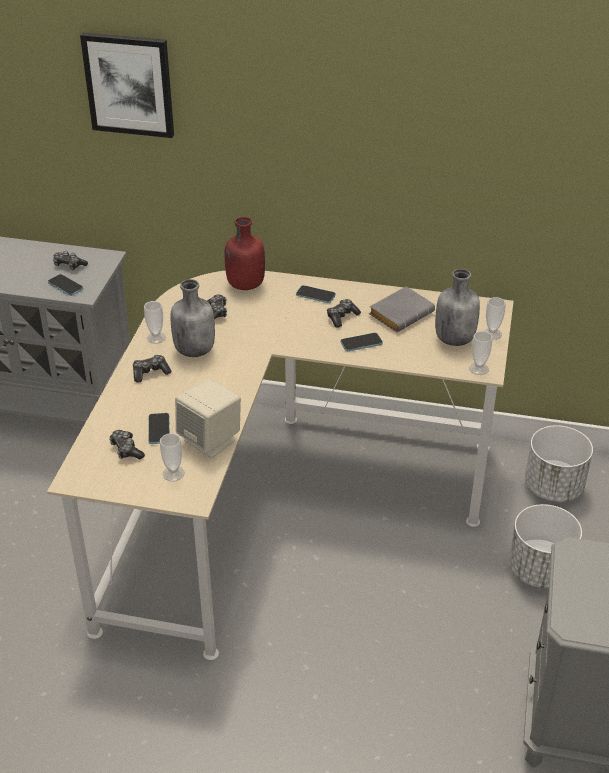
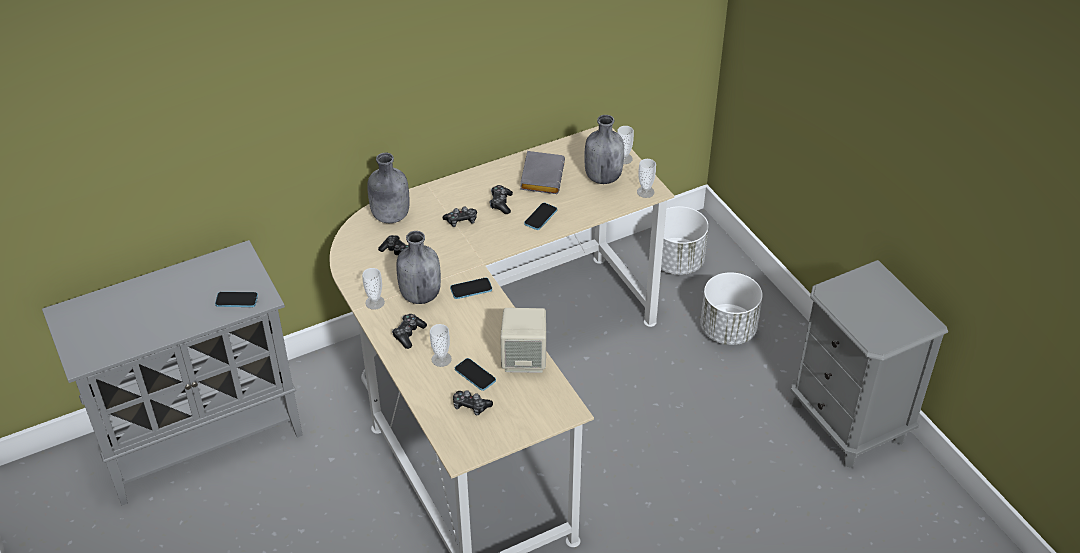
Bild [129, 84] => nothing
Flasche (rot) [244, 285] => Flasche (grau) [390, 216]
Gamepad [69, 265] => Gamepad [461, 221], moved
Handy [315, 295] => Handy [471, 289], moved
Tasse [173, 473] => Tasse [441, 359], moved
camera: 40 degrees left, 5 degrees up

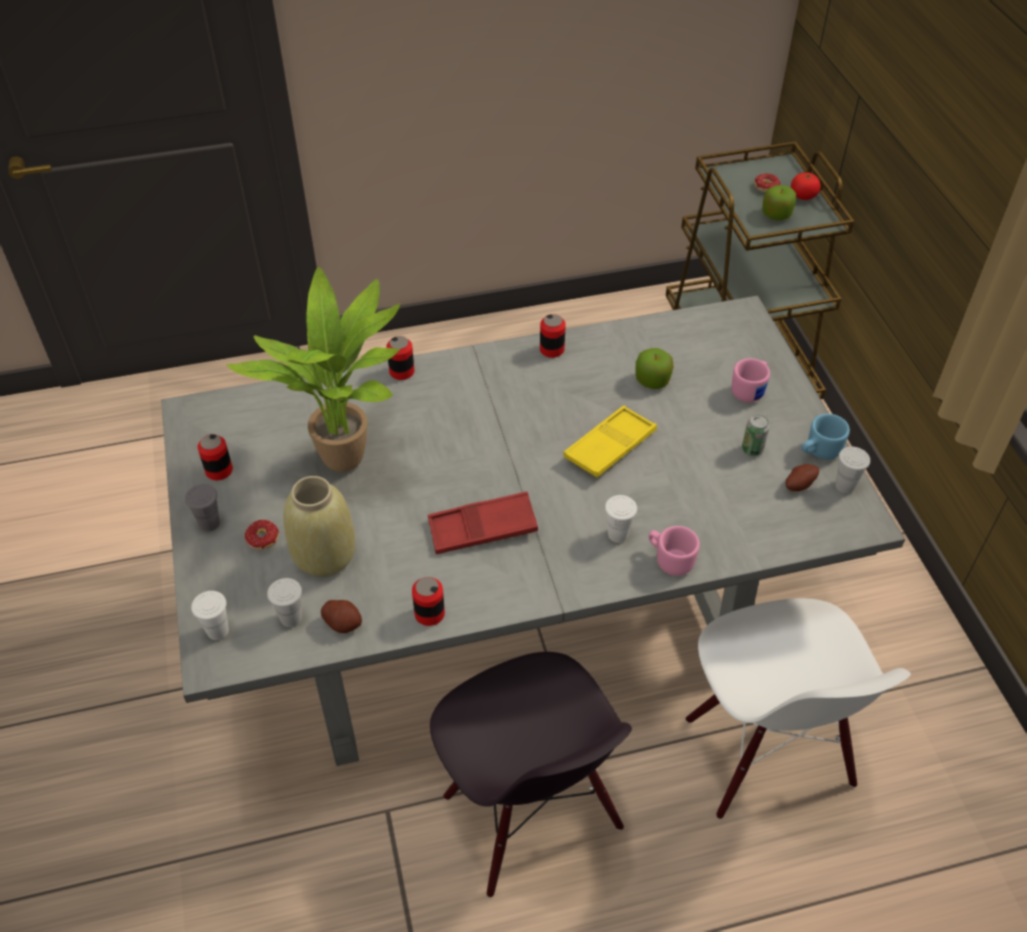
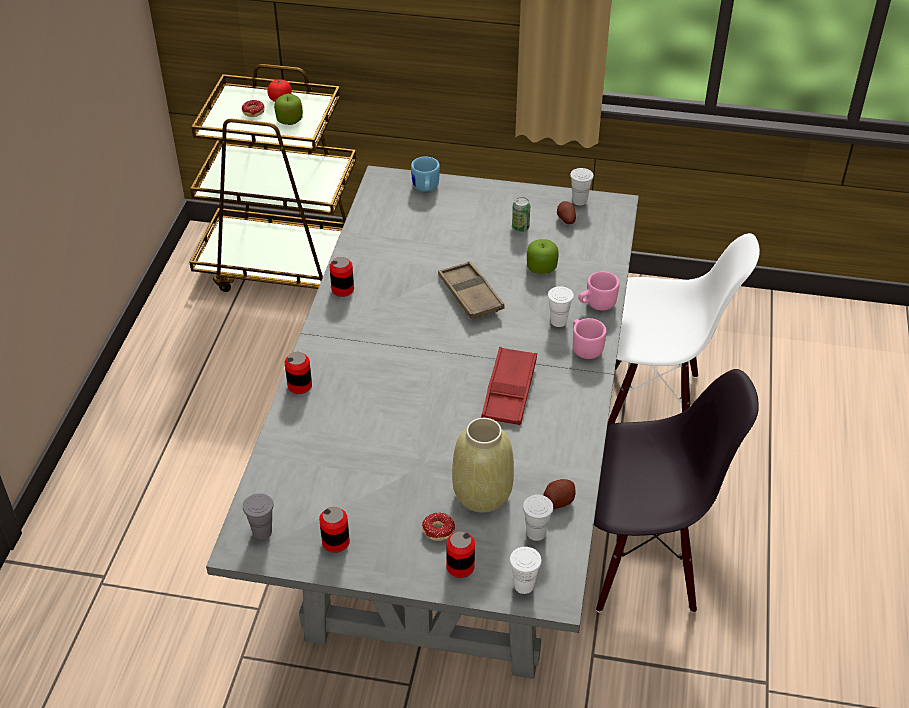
Topfpflanze [350, 462] => nothing
Apfel [652, 380] => Apfel [541, 268], moved
Henkelbecher (rosa) [750, 390] => Henkelbecher (rosa) [585, 347], moved
Tablett (gelb) [610, 446] => Tablett (braun) [470, 295]
Henkelbecher (blau) [818, 451] => Henkelbecher (blau) [425, 188], moved
Tasse (grau) [209, 523] => Tasse (grau) [262, 531], moved
Dose [429, 614] => Dose [460, 567], moved
camera: 65 degrees left, 5 degrees down

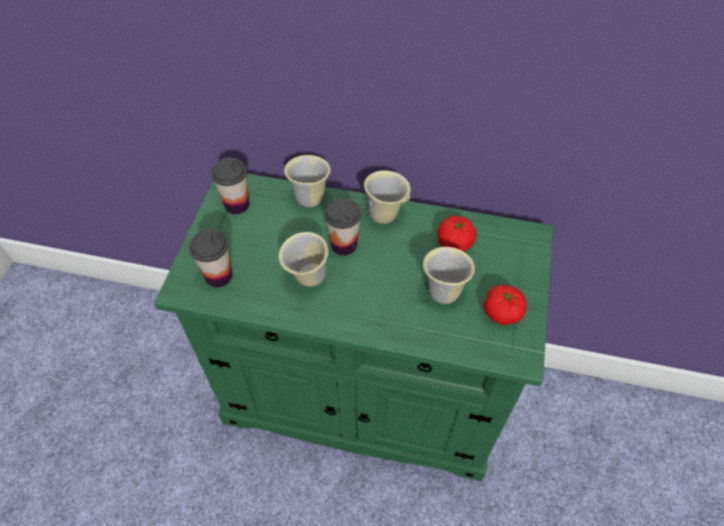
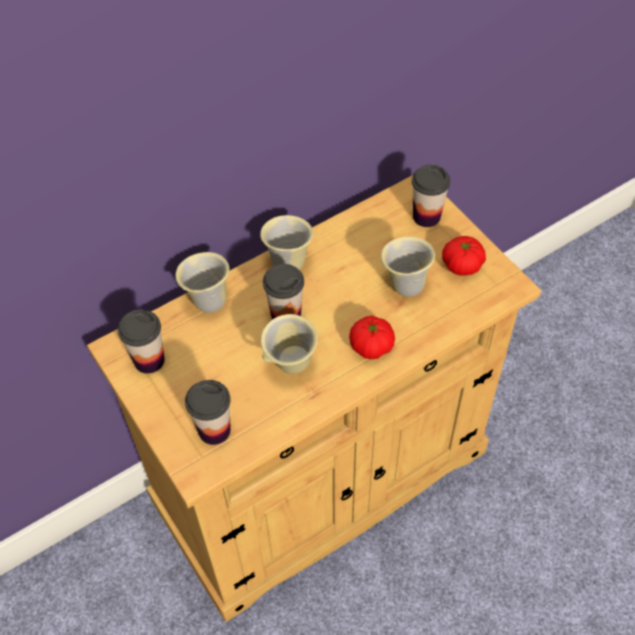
Schrank (grün) [362, 395] => Schrank (beige) [321, 477]
Tomate [454, 242] => Tomate [371, 346], moved
nothing => Tasse [426, 216]
camera: 45 degrees left, 0 degrees up

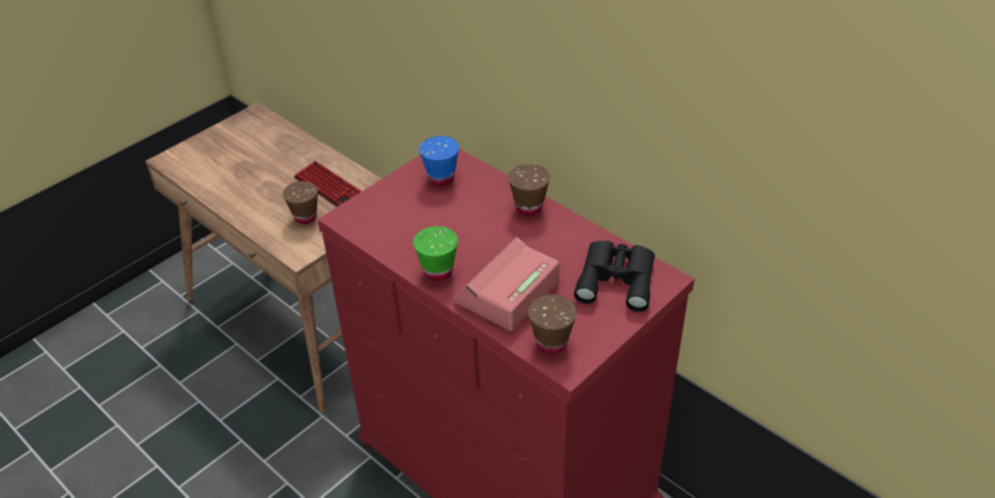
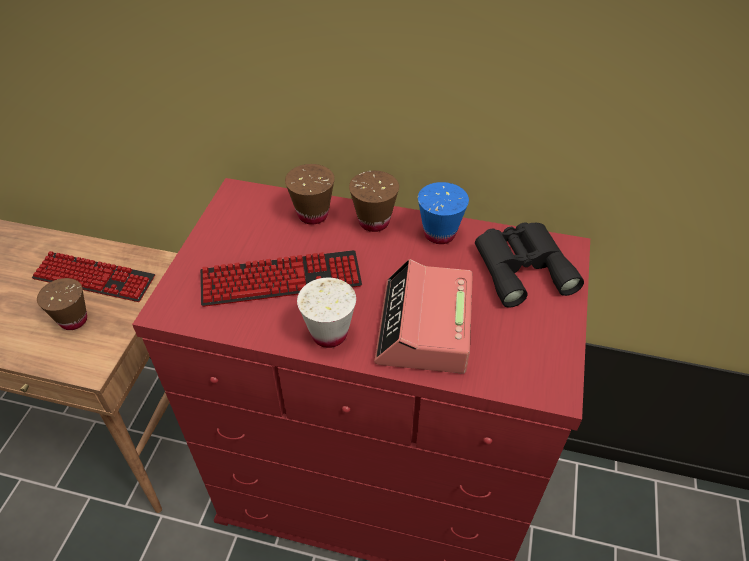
Tasse (blau) [441, 178] => Tasse (blau) [439, 234], moved
Tasse (grün) [438, 272] => Tasse (weiß) [329, 334]
Tasse (braun) [551, 343] => Tasse (braun) [313, 215], moved
nothing => Tastatur [281, 280]
camera: 30 degrees left, 5 degrees up

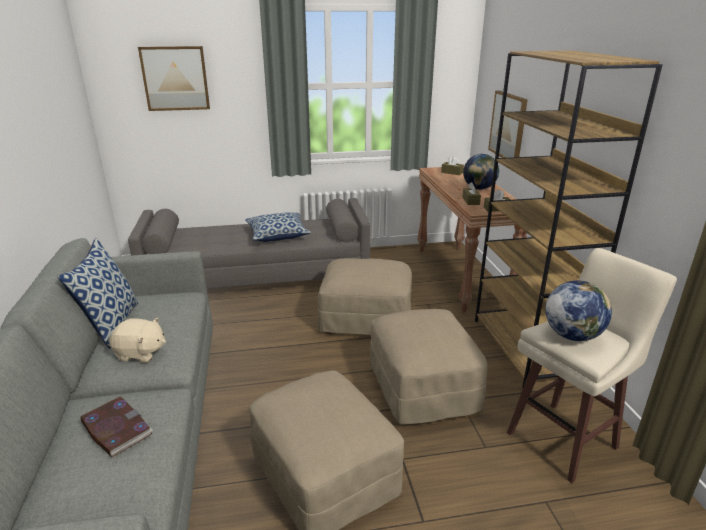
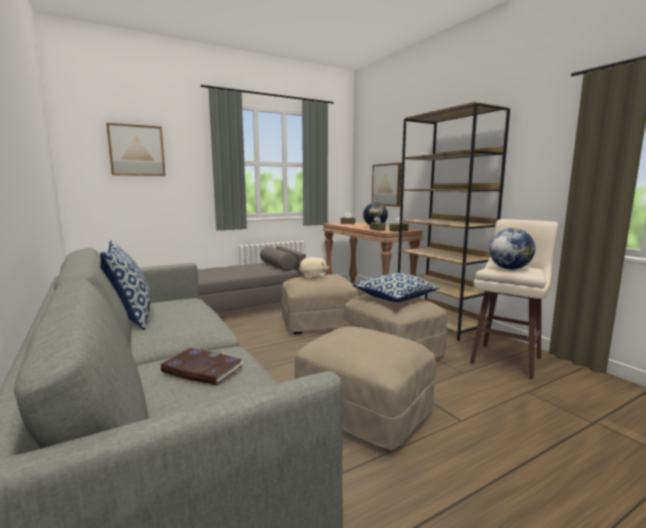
Kissen [278, 235] => Kissen [395, 297], moved
Plüschtier (beige) [141, 353] => Plüschtier (beige) [313, 277], moved
camera: 20 degrees left, 15 degrees down

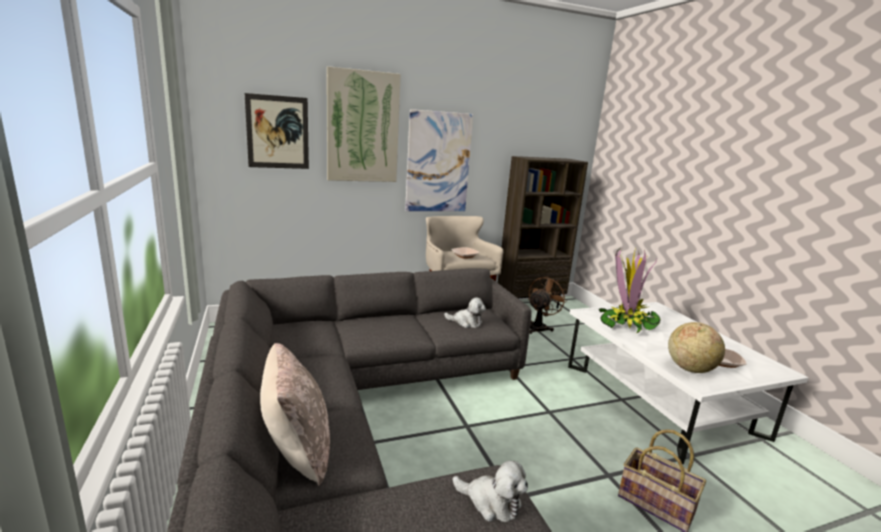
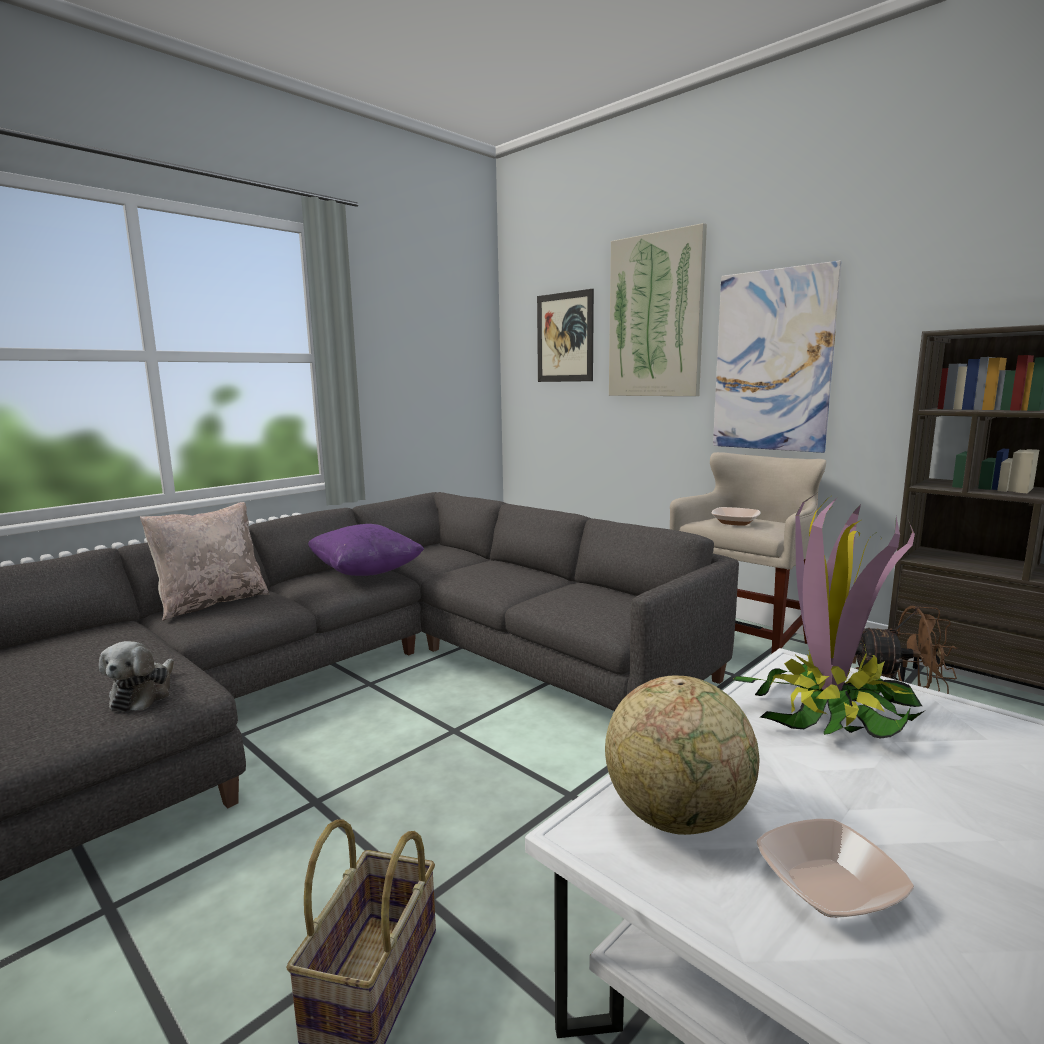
Plüschtier [466, 322] => nothing
nothing => Kissen (lila) [366, 572]
camera: 65 degrees right, 5 degrees down

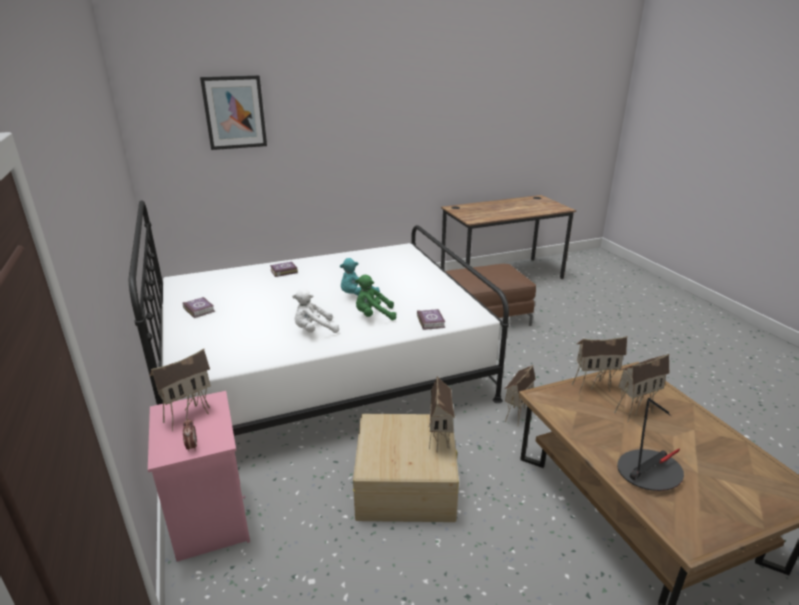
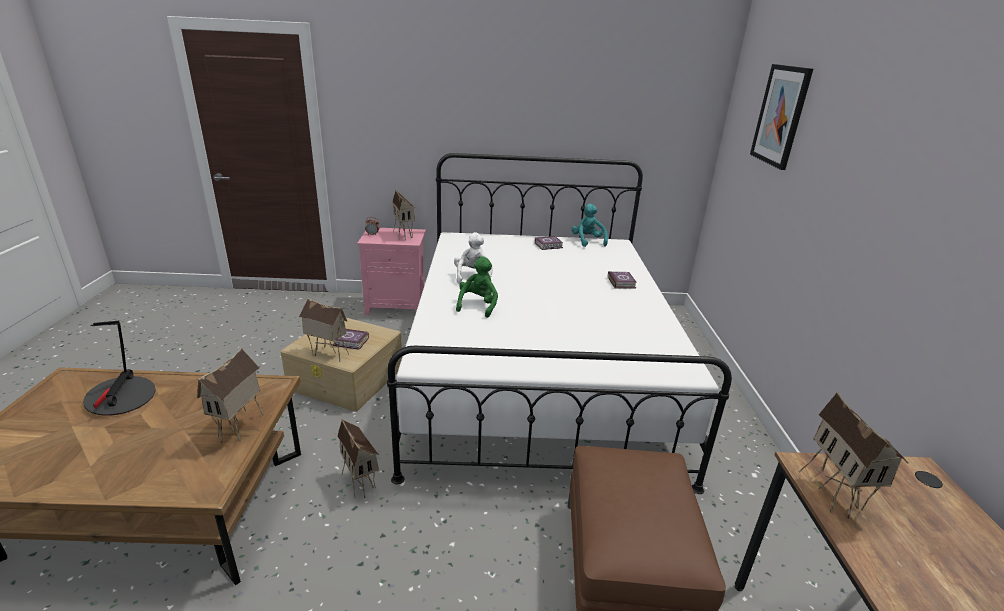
Plüschtier (türkis) [357, 295] => Plüschtier (türkis) [587, 241], moved
Buch [431, 321] => Buch [351, 342], moved
Spielzeughaus [633, 410] => Spielzeughaus [834, 494], moved
camera: 110 degrees right, 0 degrees up

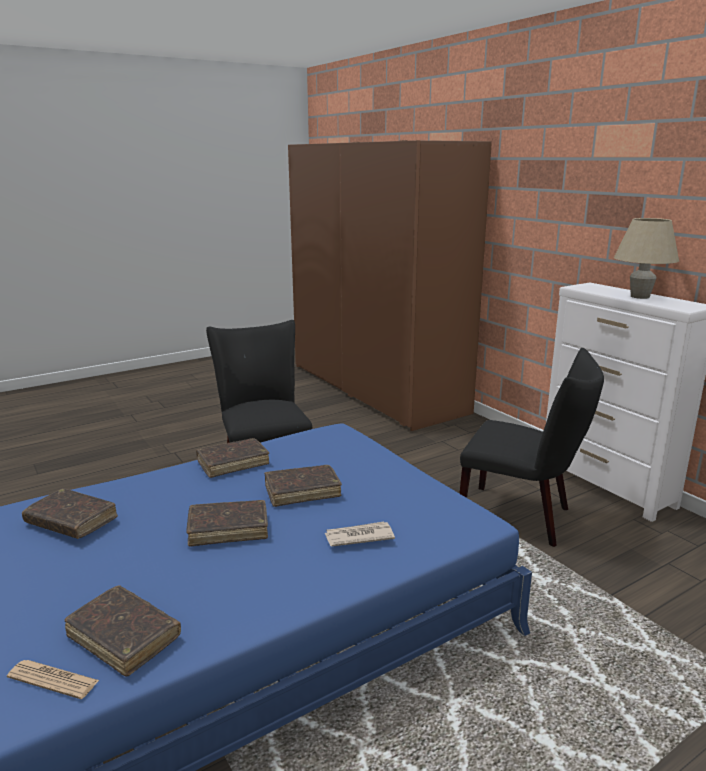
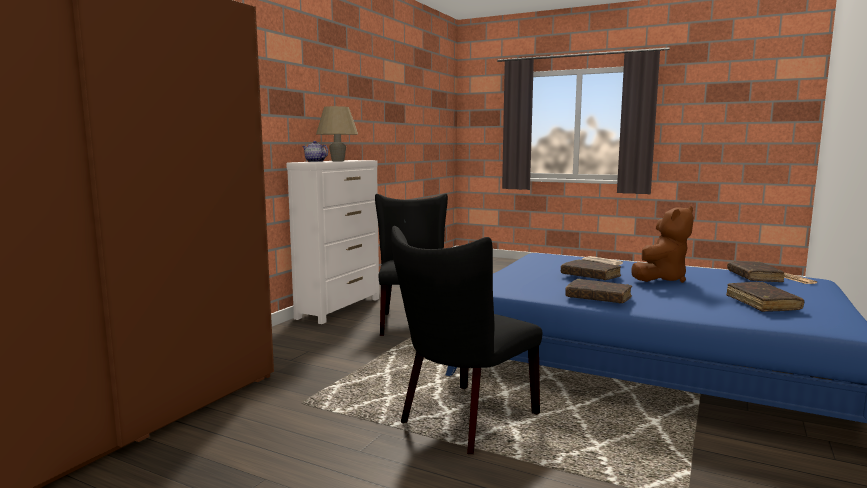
Buch (braun) [228, 529] => Plüschtier (braun) [661, 279]
nothing => Teekanne [314, 161]
camera: 120 degrees left, 10 degrees down

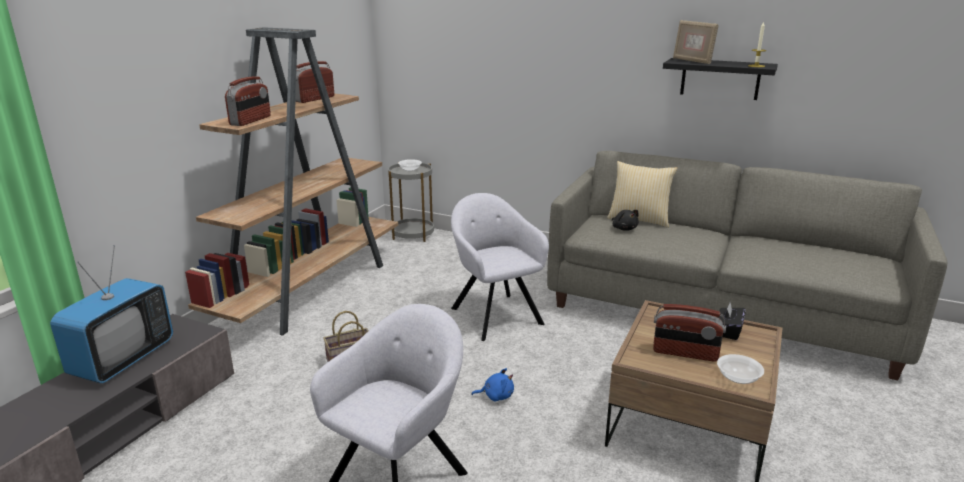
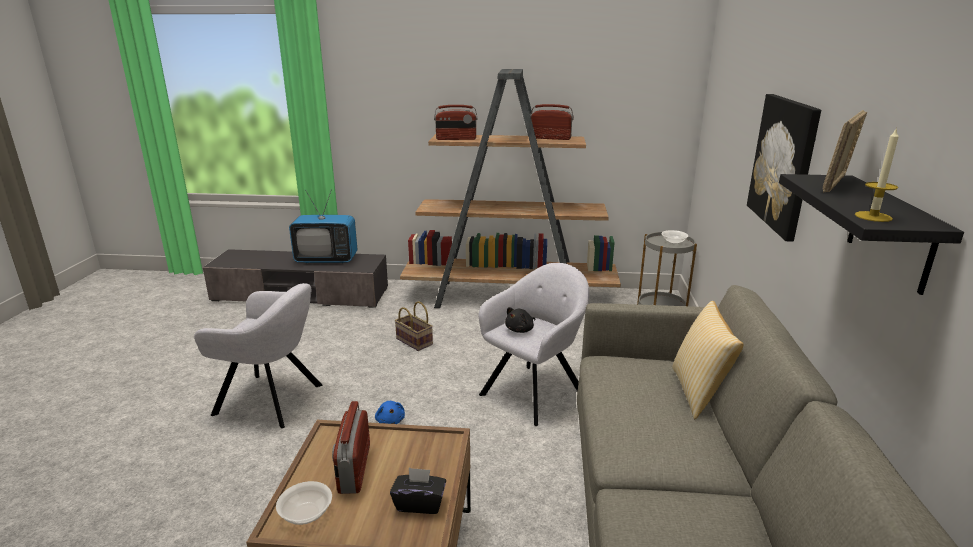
Plüschtier (schwarz) [624, 228] => Plüschtier (schwarz) [520, 330], moved
nothing => Bild [783, 163]
camera: 70 degrees right, 0 degrees up

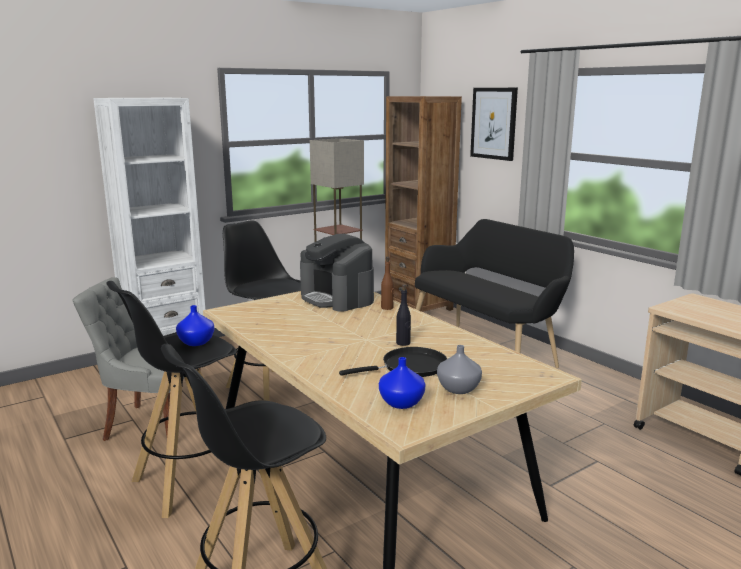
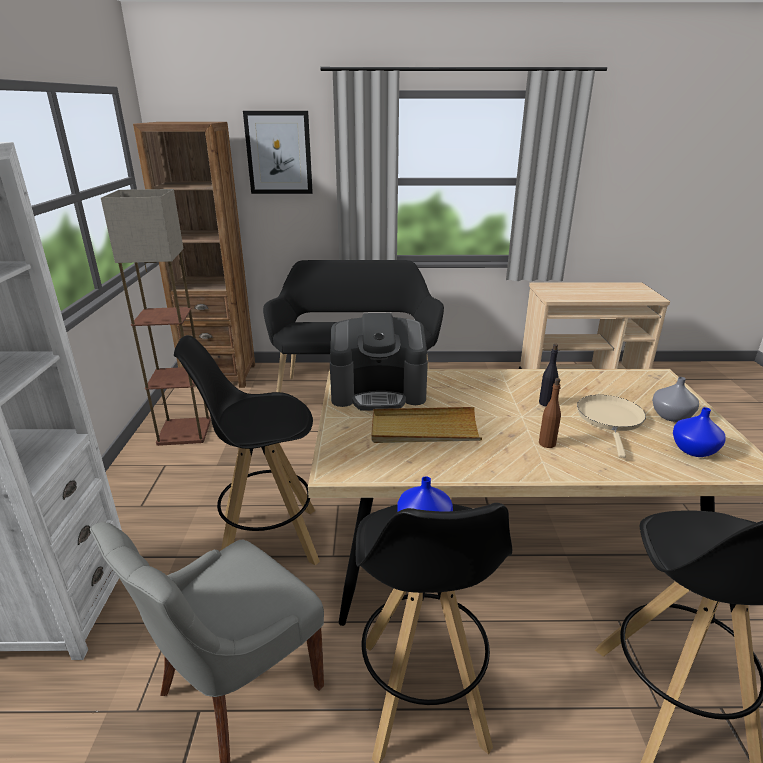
Flasche (braun) [387, 308] => Flasche (braun) [547, 443], moved
Pfanne (schwarz) [410, 367] => Pfanne (beige) [610, 419]
nothing => Tablett (beige) [424, 429]
camera: 55 degrees left, 10 degrees up

